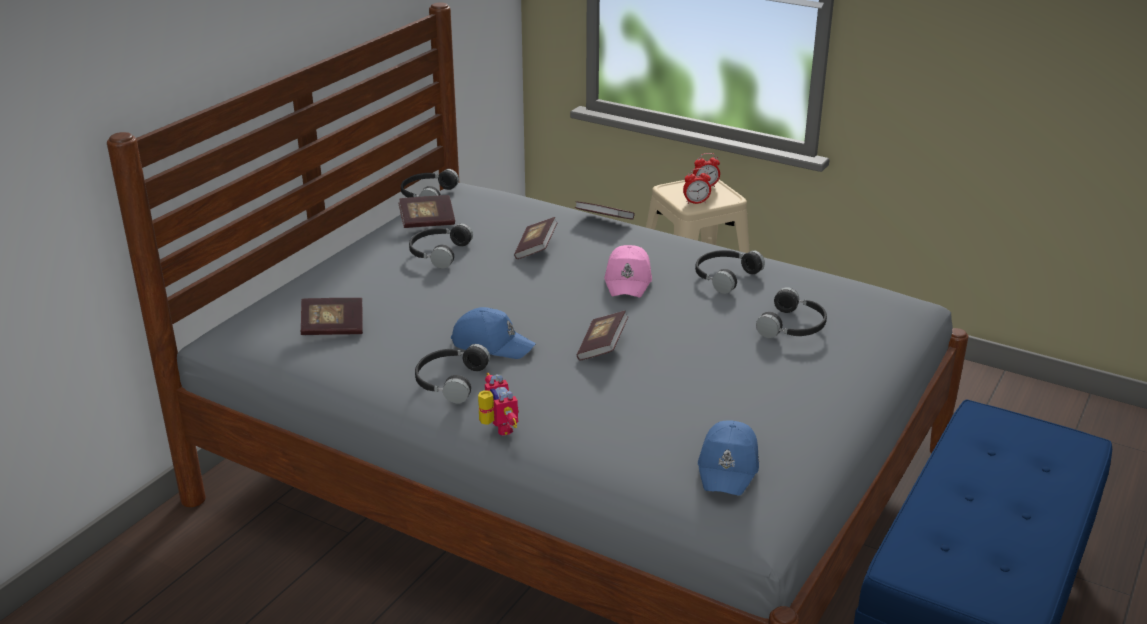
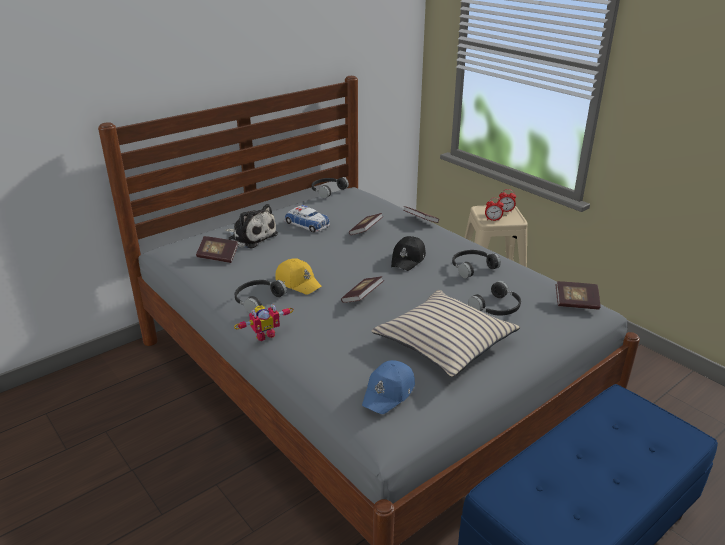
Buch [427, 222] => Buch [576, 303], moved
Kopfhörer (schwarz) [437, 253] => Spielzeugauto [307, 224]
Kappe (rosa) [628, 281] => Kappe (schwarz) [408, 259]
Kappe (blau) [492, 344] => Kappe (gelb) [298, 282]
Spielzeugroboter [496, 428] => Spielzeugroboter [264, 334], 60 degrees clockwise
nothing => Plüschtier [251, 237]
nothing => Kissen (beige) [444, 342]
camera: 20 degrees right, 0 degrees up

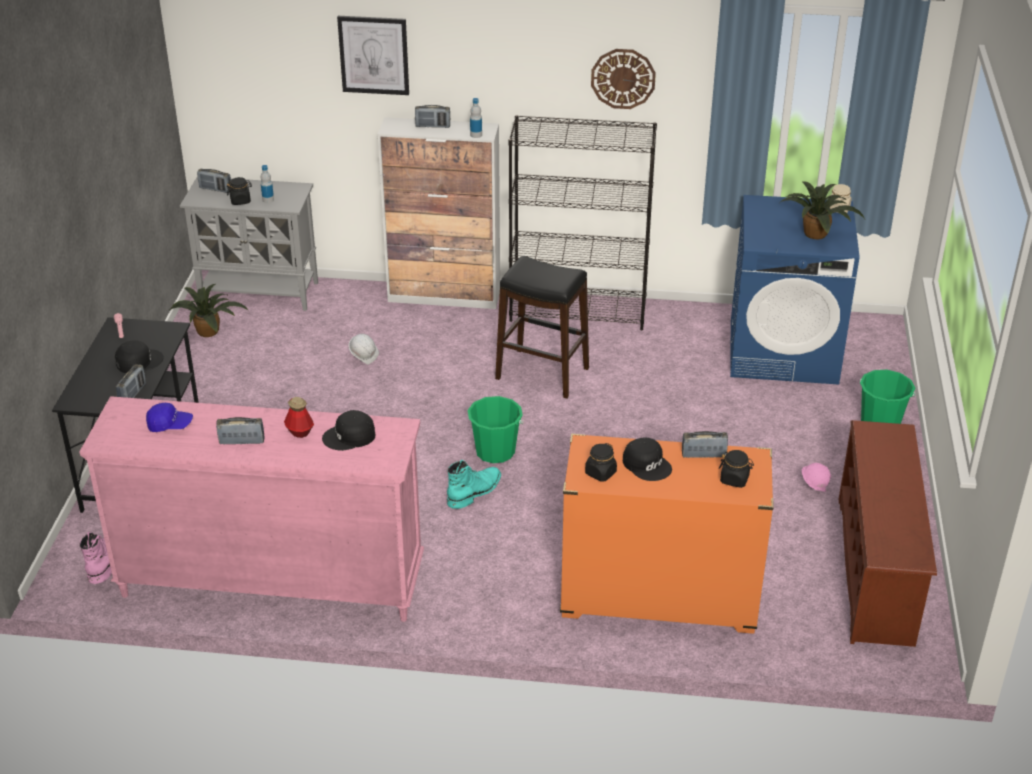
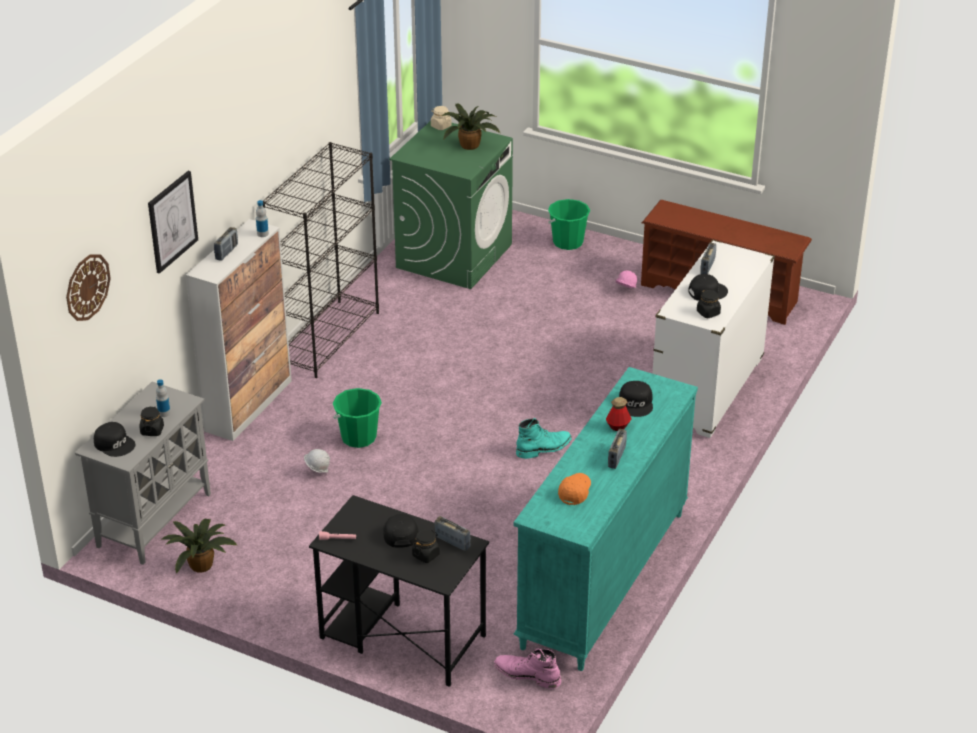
Wanduhr [623, 78] => Wanduhr [87, 287], moved
Radio [215, 189] => Kappe (schwarz) [115, 443]
Waschmaschine (blau) [784, 351] => Waschmaschine (grün) [454, 255]
Hocker (schwarz) [542, 373] => nothing
Kommode (rosa) [270, 582] => Kommode (türkis) [603, 580]
Eimer (grün) [495, 451] => Eimer (grün) [358, 437], moved
Kappe (blau) [170, 425] => Kappe (orange) [575, 492]
Kommode (orange) [658, 597] => Kommode (weiß) [707, 390]
Vorratsglas (schwarz) [734, 479] => Vorratsglas (schwarz) [426, 555], moved
Stiefel (türkis) [475, 491] => Stiefel (türkis) [544, 448], 90 degrees clockwise
camera: 70 degrees left, 0 degrees up

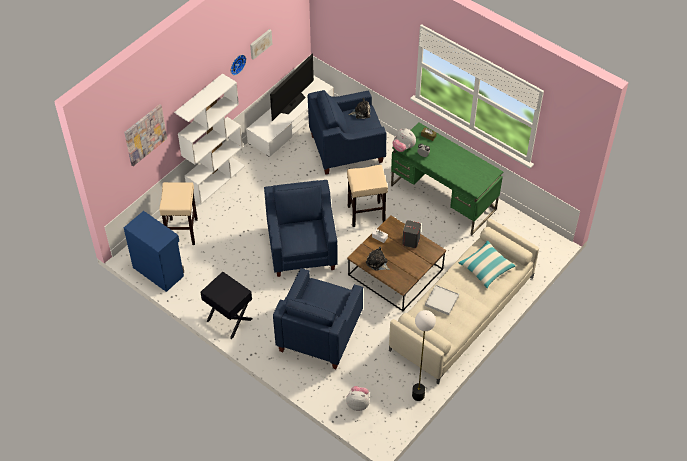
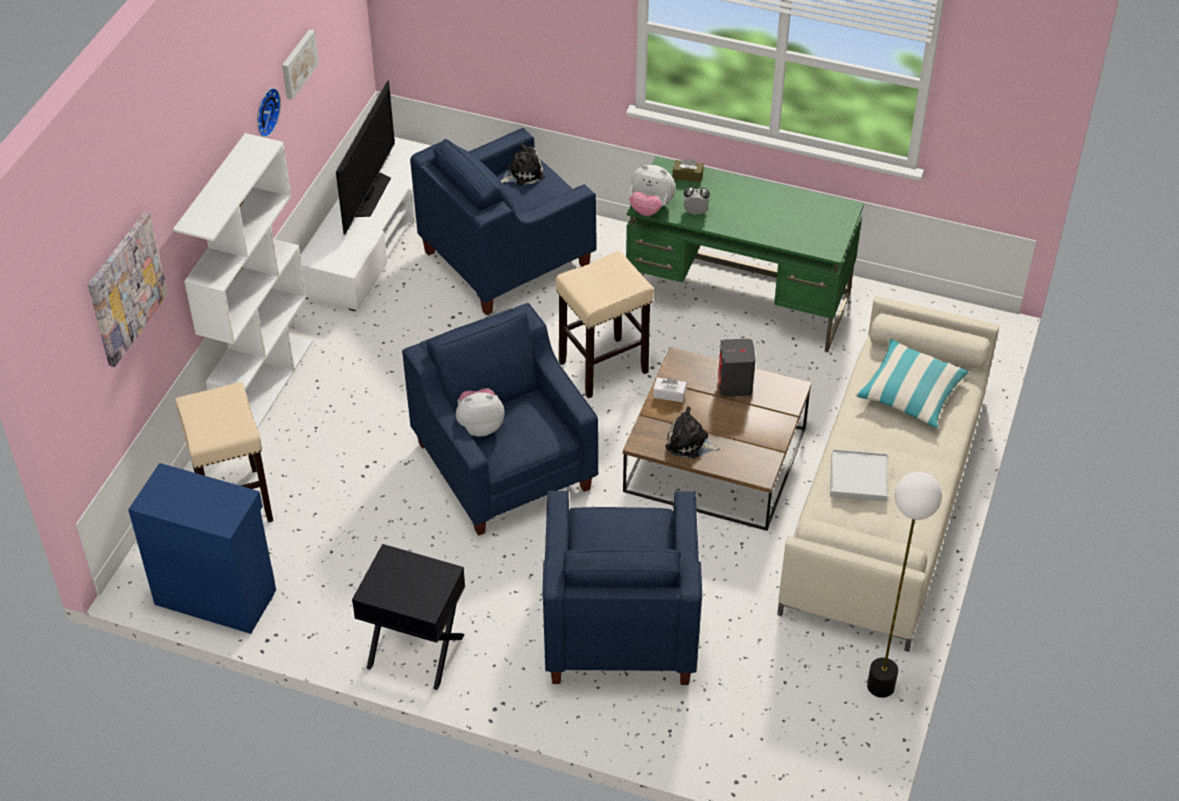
Plüschtier [358, 403] => Plüschtier [480, 426], moved
camera: 20 degrees left, 5 degrees down

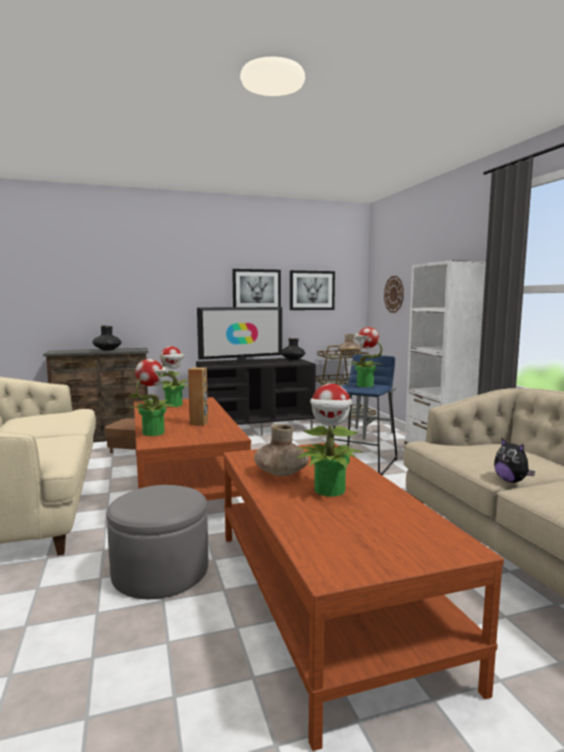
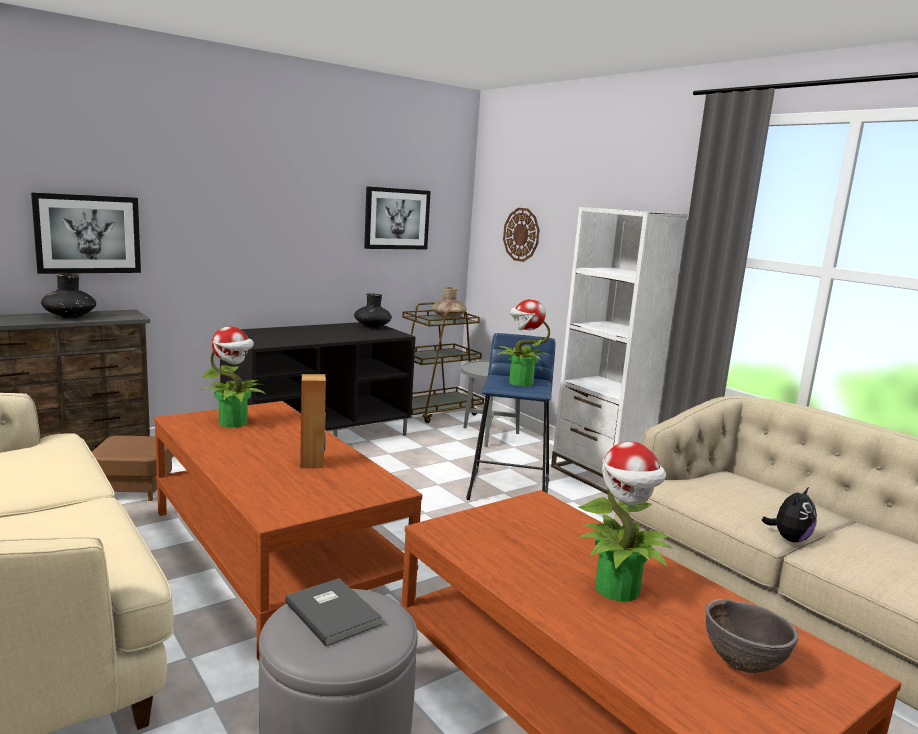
Bild [256, 289] => Bild [88, 234], moved
Fernseher [241, 363] => nothing
Topfpflanze [153, 432] => nothing
Vase (braun) [281, 472] => nothing
Plüschtier [511, 481] => Plüschtier [789, 539], 90 degrees counterclockwise
nothing => Buch (grau) [333, 612]
nothing => Schüssel (braun) [743, 665]
camera: 20 degrees left, 5 degrees up

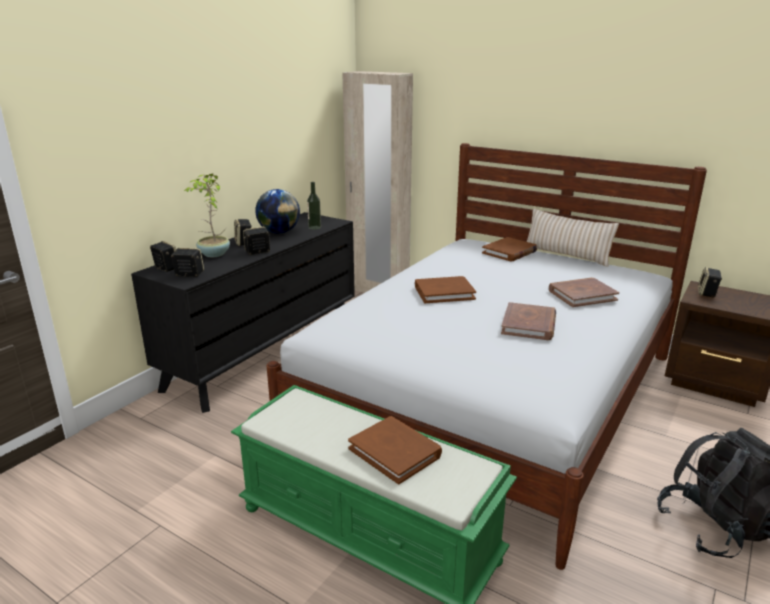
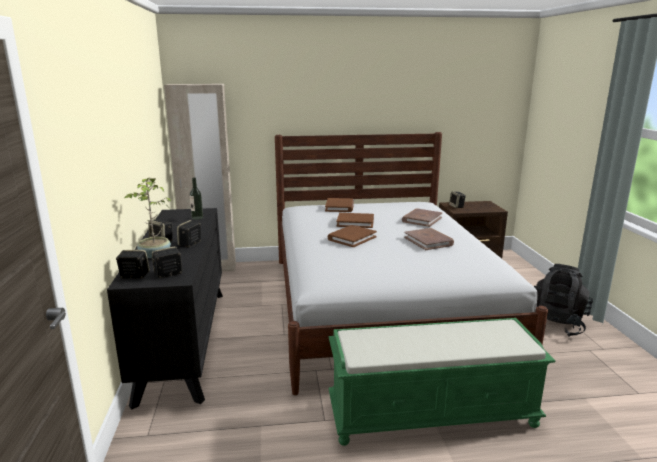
Globus [279, 232] => nothing
Kissen (beige) [566, 255] => nothing
Buch (braun) [395, 452] => Buch (braun) [355, 222], moved
camera: 40 degrees left, 5 degrees down

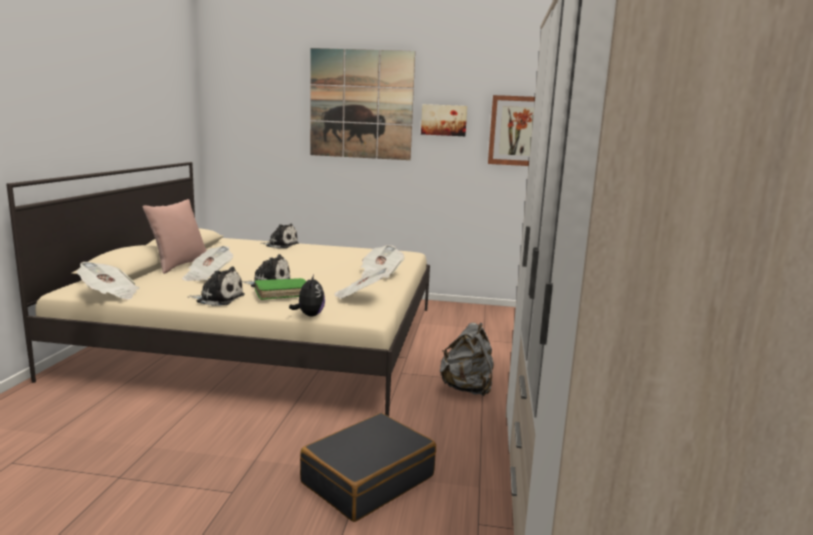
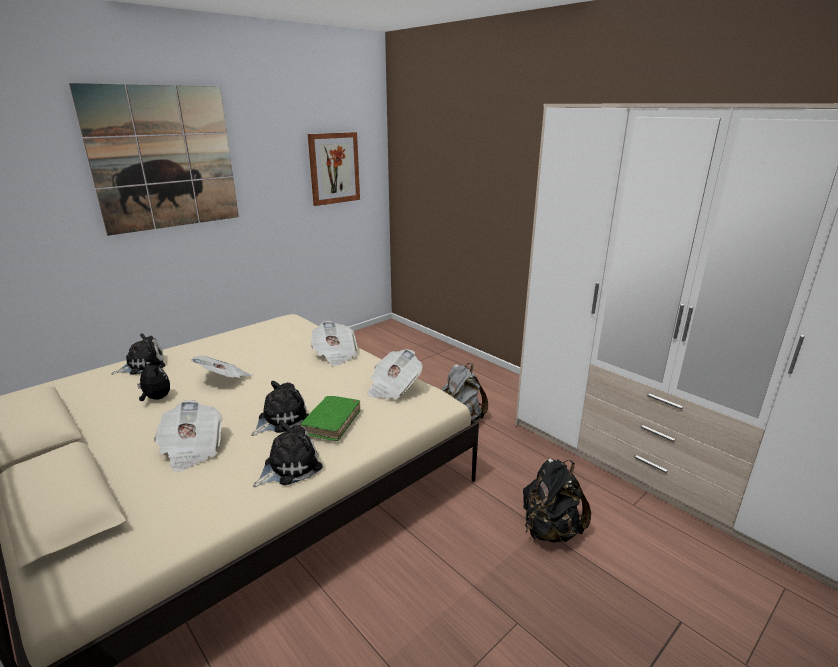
Bild [444, 120] => nothing
Kissen (rosa) [179, 265] => nothing
Zeitung [110, 295] => Zeitung [224, 379], moved
Plüschtier [309, 315] => Plüschtier [156, 398], moved
Koffer (schwarz) [367, 479] => Rucksack (schwarz) [550, 530]
camera: 50 degrees left, 10 degrees up

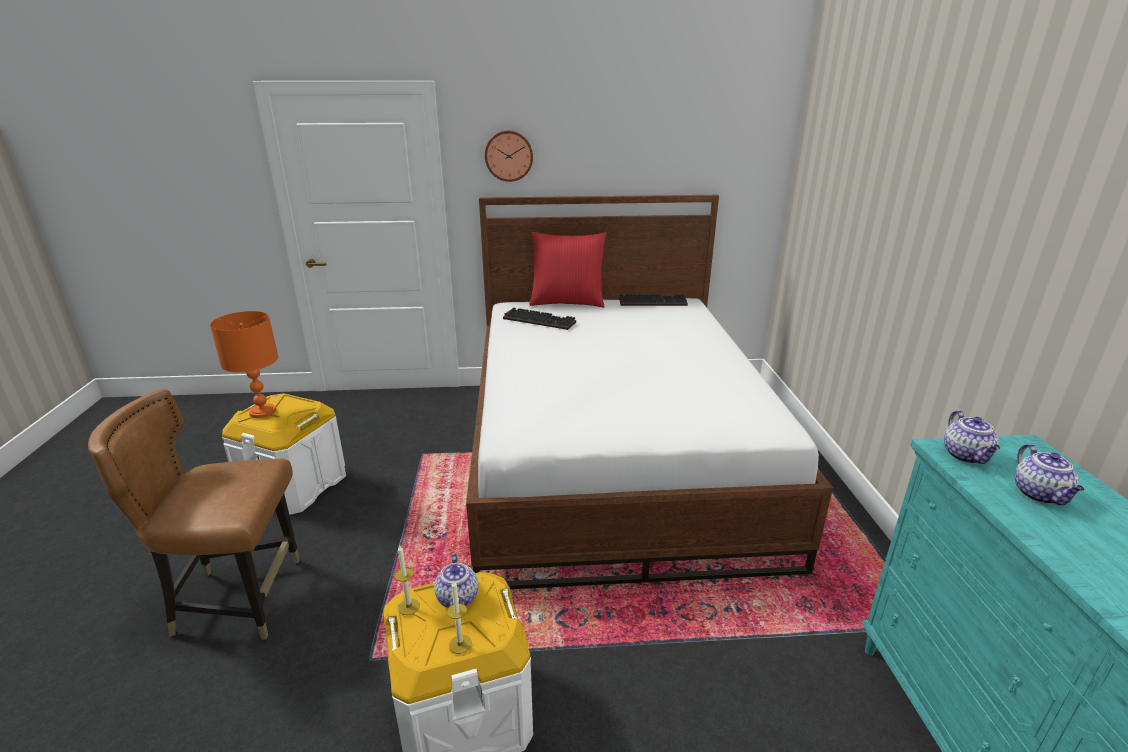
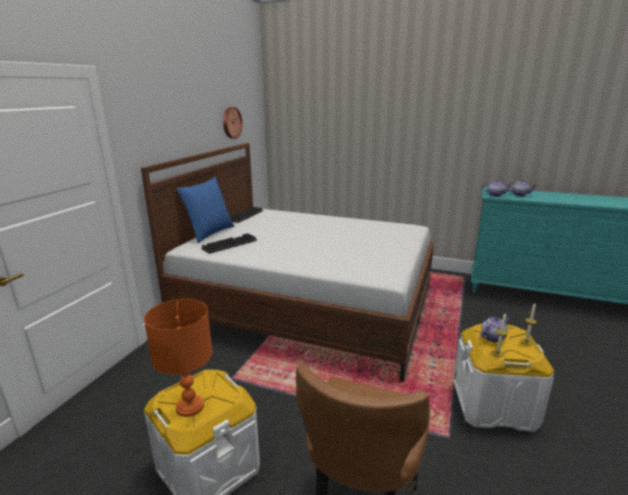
Wanduhr [509, 156] => Wanduhr [231, 122], moved
Kissen (rot) [567, 302] => Kissen (blau) [209, 233]
Teekanne [458, 599] => Teekanne [493, 337], 45 degrees counterclockwise
camera: 65 degrees left, 5 degrees down

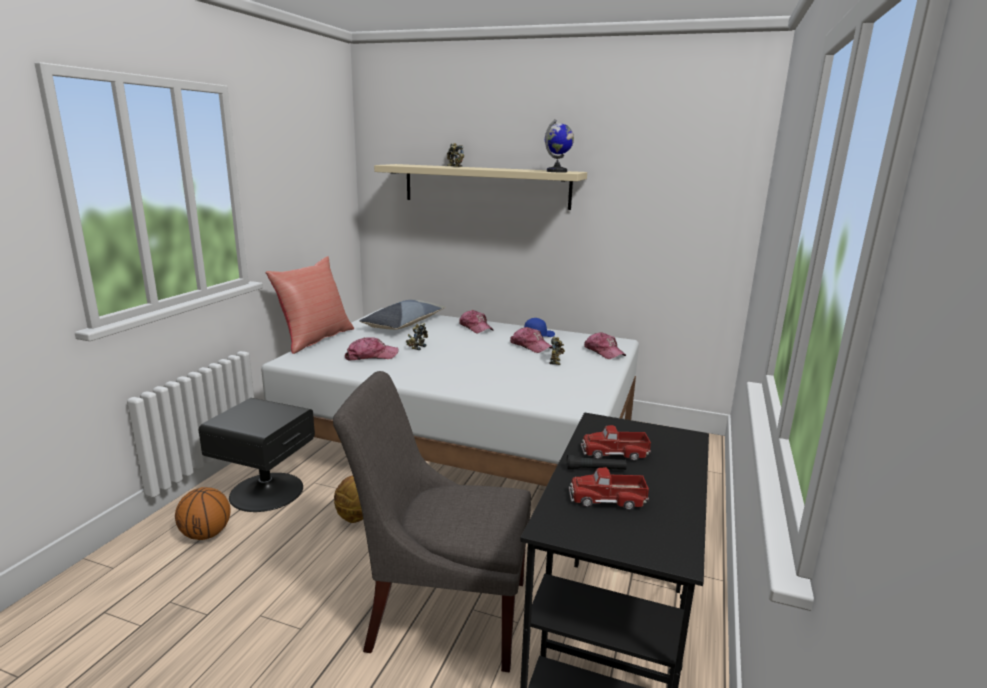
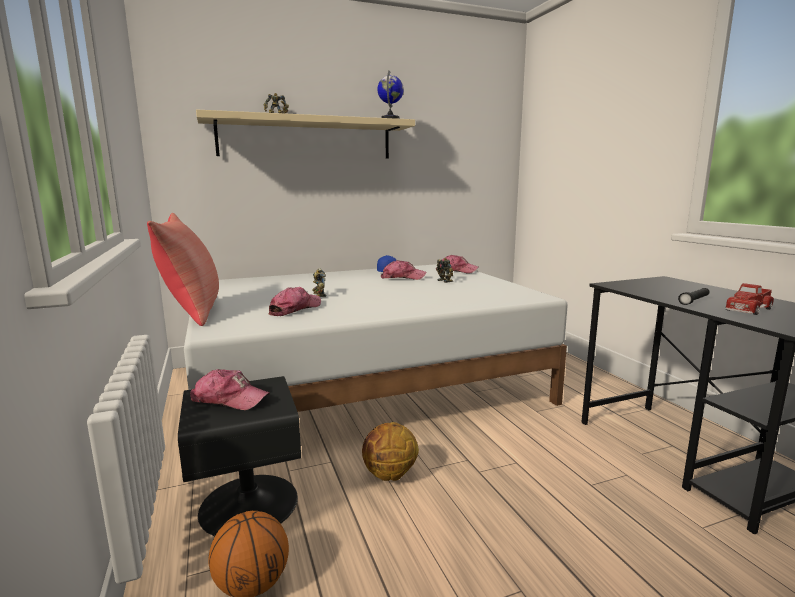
Kissen [404, 324] => nothing
Kappe [475, 328] => Kappe [229, 399], moved
Stuhl (grau) [441, 611] => nothing
Spielzeuglaster [614, 453] => nothing
camera: 40 degrees left, 5 degrees down

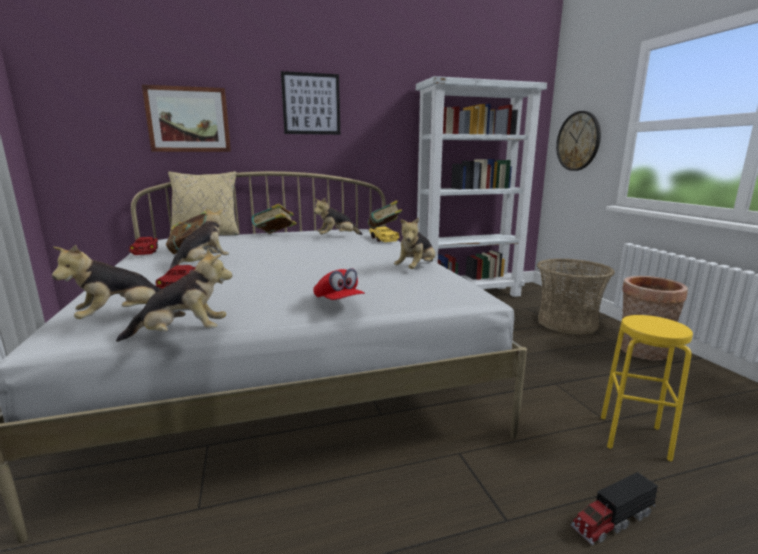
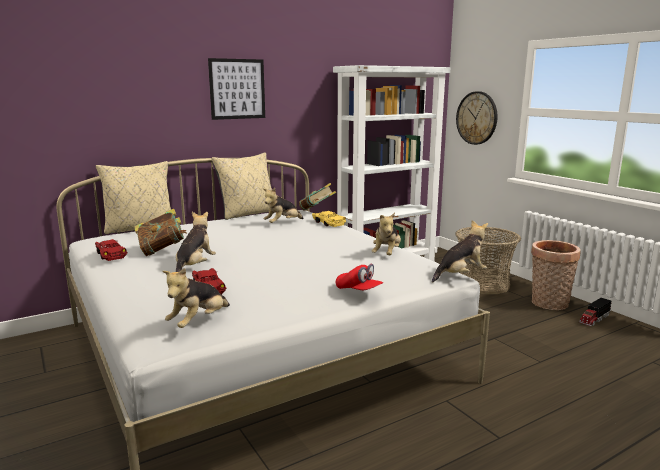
Bild [188, 120] => nothing
Buch [275, 235] => nothing
Plüschtier [182, 335] => Plüschtier [460, 275], moved
Hocker (gelb) [633, 437] => nothing
Spielzeuglaster [612, 520] => Spielzeuglaster [594, 319], moved
nothing => Kissen (beige) [248, 214]
camera: 15 degrees left, 0 degrees up

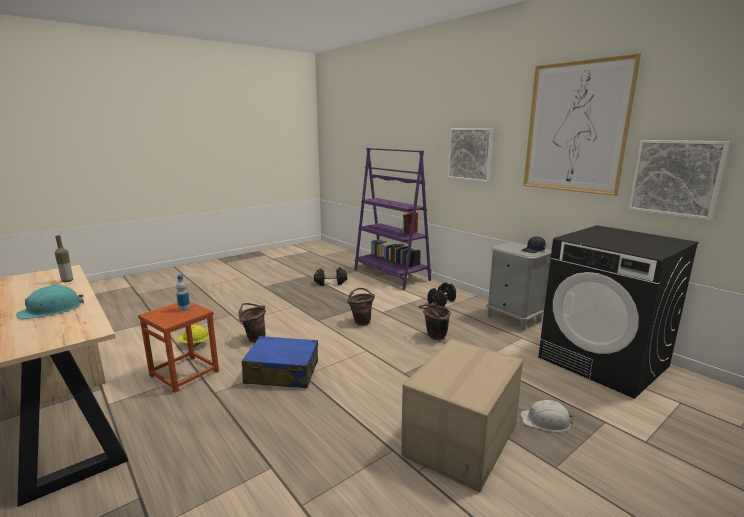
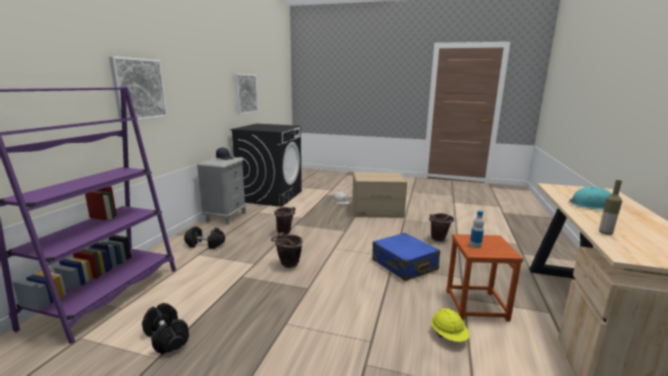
Bild [575, 128] => nothing
Eimer (braun) [254, 339] => Eimer (braun) [439, 240], moved
camera: 125 degrees left, 0 degrees up

